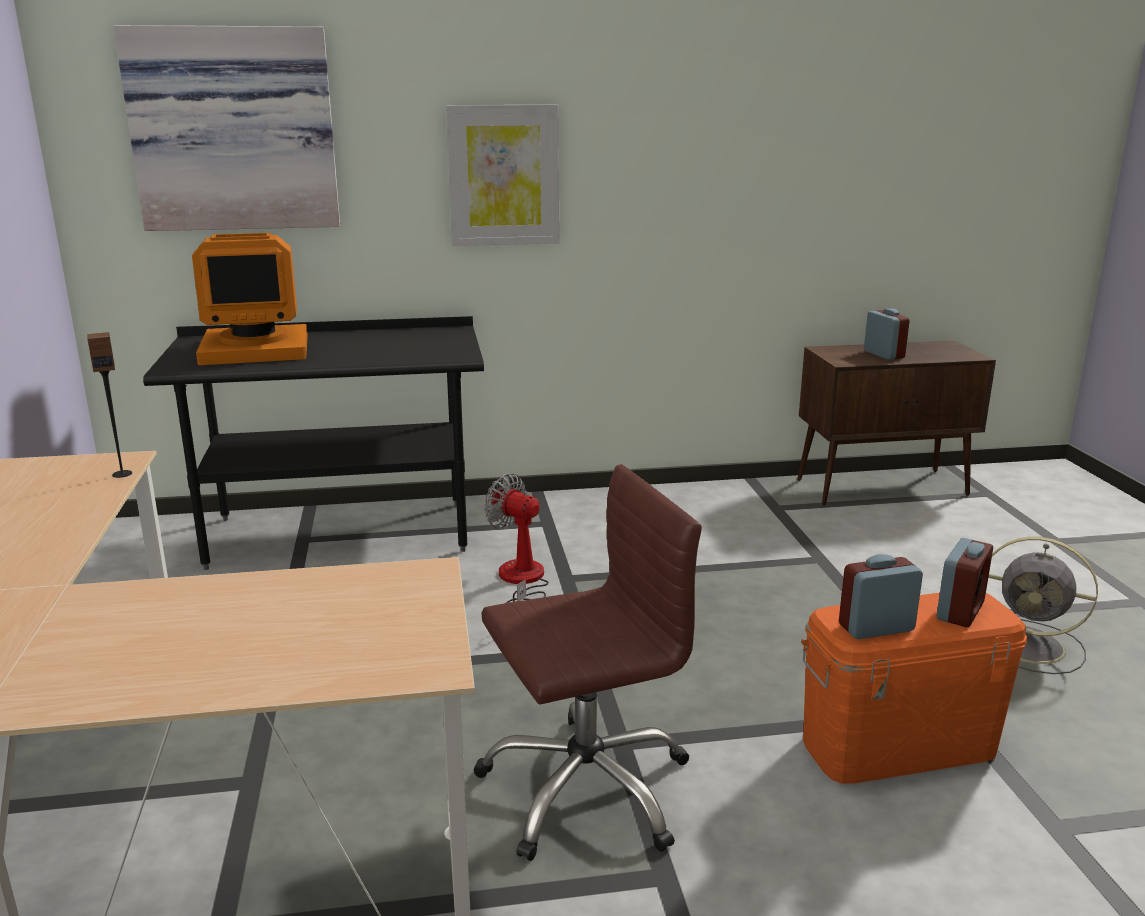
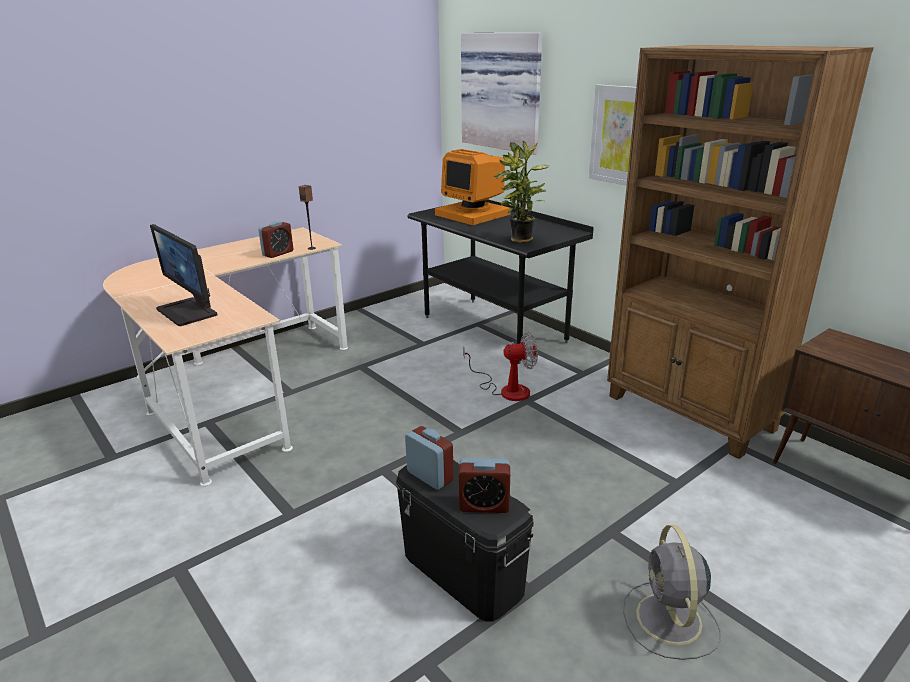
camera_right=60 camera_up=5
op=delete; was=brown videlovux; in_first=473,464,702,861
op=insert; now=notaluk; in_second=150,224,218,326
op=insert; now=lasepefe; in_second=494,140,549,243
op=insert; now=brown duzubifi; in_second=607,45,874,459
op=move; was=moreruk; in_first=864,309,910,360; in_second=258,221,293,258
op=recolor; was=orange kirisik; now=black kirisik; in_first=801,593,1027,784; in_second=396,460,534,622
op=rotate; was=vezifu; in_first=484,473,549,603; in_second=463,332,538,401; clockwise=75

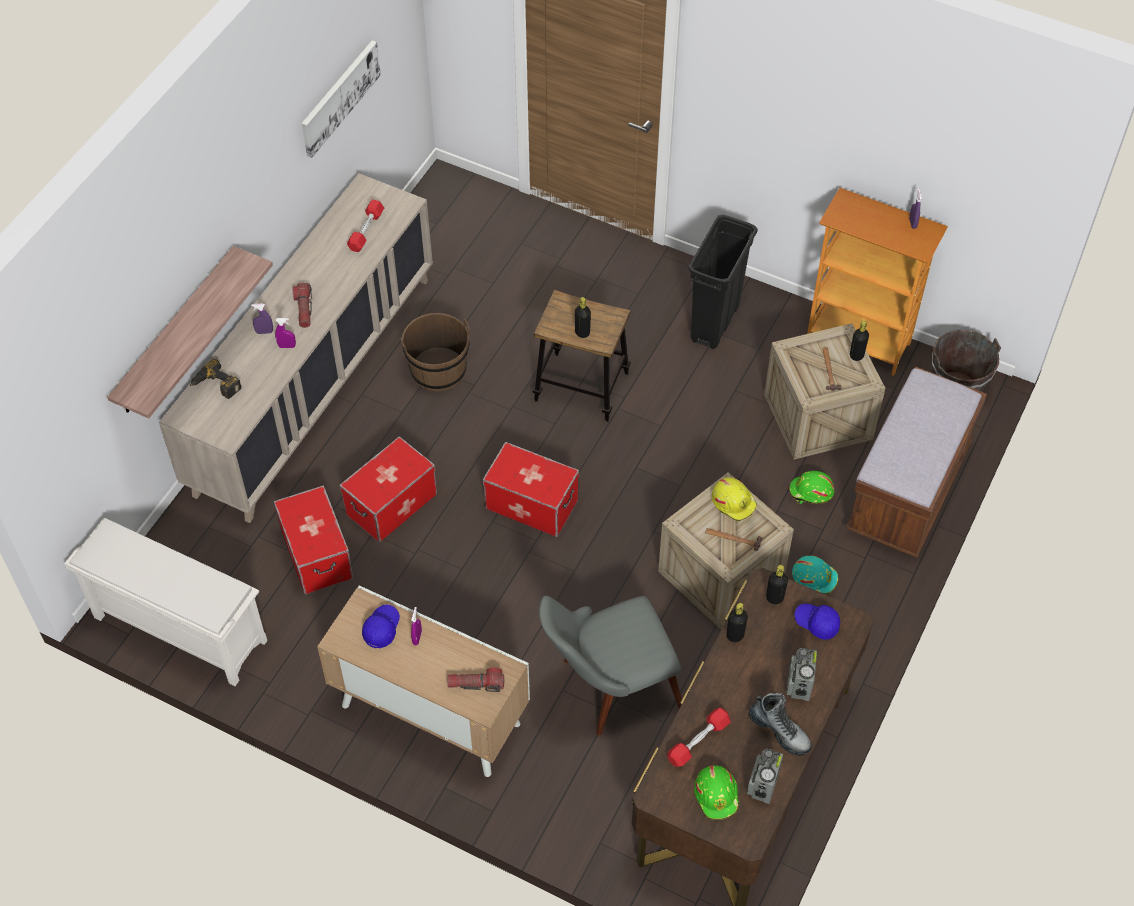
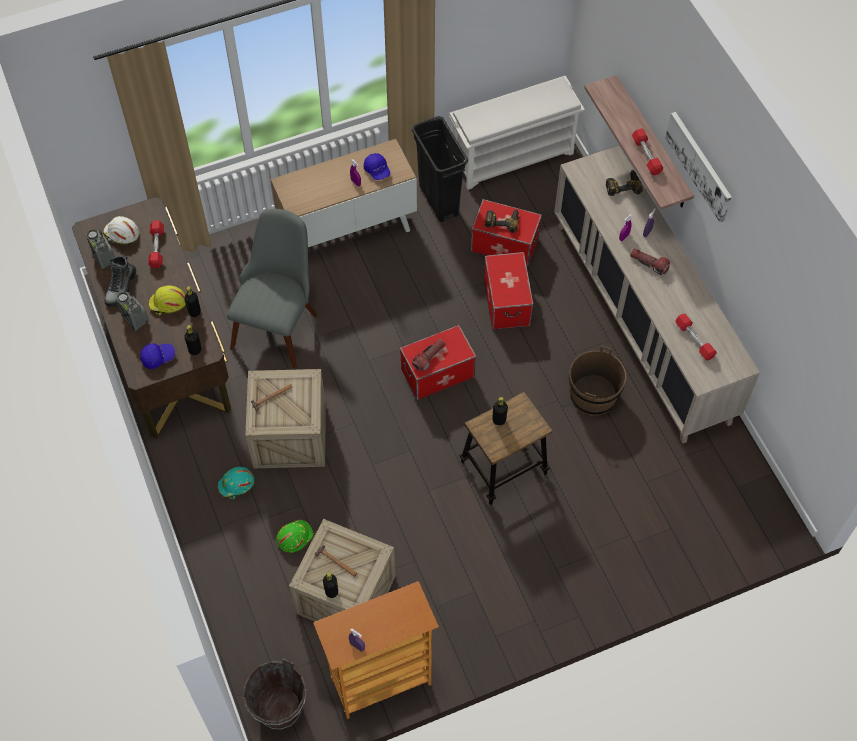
camera_right=130 camera_up=5
op=delete; was=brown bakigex; in_first=846,366,987,558
op=insert; now=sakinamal; in_second=485,209,519,233
op=insert; now=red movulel; in_second=632,128,663,175
op=move; was=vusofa; in_first=301,40,381,158; in_second=665,112,732,222
op=move; was=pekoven; in_first=447,667,504,692; in_second=412,339,445,371
op=move; was=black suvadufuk; in_first=688,215,758,349; in_second=412,116,468,222
op=move; was=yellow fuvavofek; in_first=712,477,757,521; in_second=148,286,186,315
op=recolor; was=green fuvavofek; now=white fuvavofek; in_first=694,765,740,820; in_second=103,216,139,245
op=rotate; was=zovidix; in_first=749,693,812,756; in_second=104,256,136,307; clockwise=-60

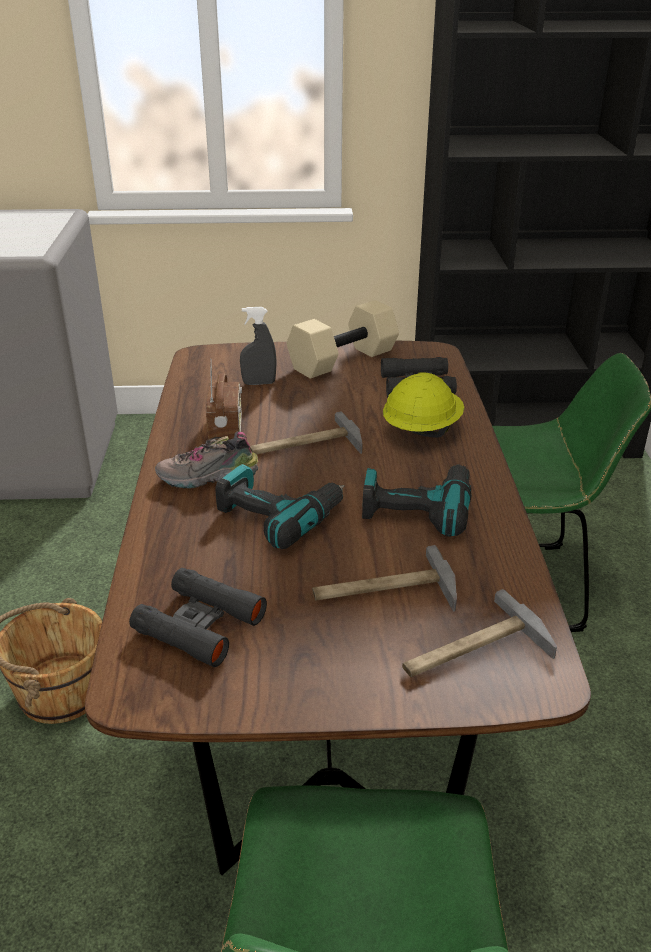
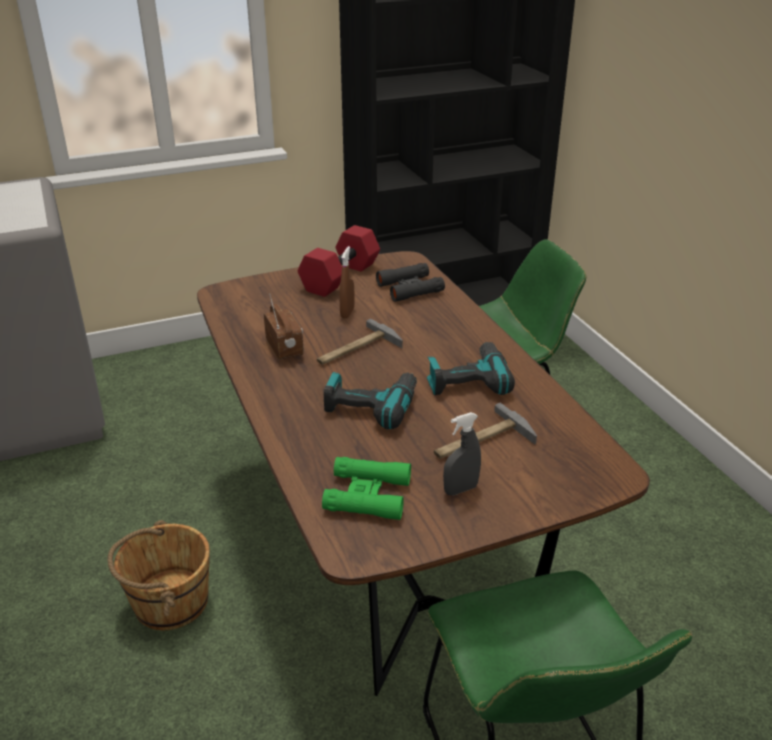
camera_right=-20 camera_up=0
op=delete; was=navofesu; in_first=155,432,258,489
op=delete; was=yellow fuvavofek; in_first=383,372,464,438
op=delete; was=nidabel; in_first=402,589,557,677
op=insert; now=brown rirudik; in_second=339,246,354,318
op=move; was=grey rirudik; in_first=240,307,276,385; in_second=443,412,481,495
op=recolor; was=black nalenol; now=green nalenol; in_first=129,568,267,667; in_second=322,457,411,520
op=recolor; was=beige movulel; now=red movulel; in_first=287,300,399,379; in_second=298,225,380,297

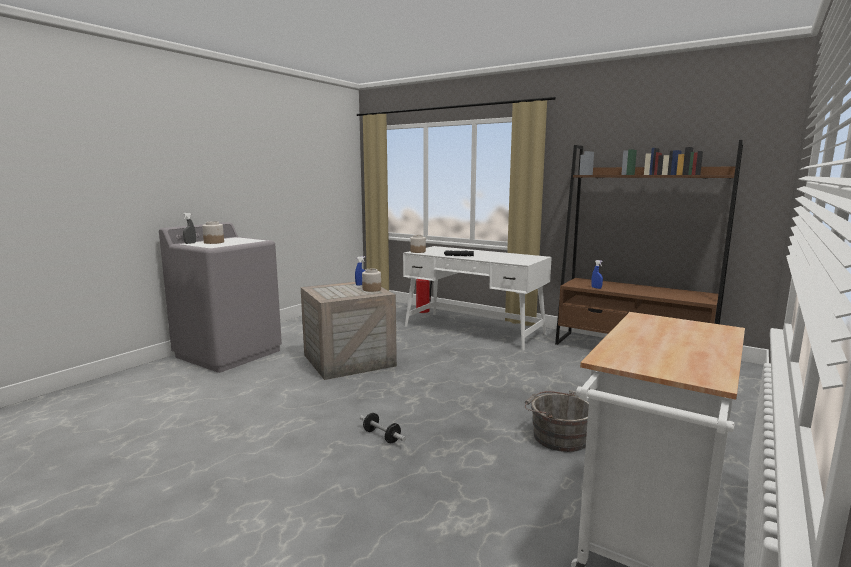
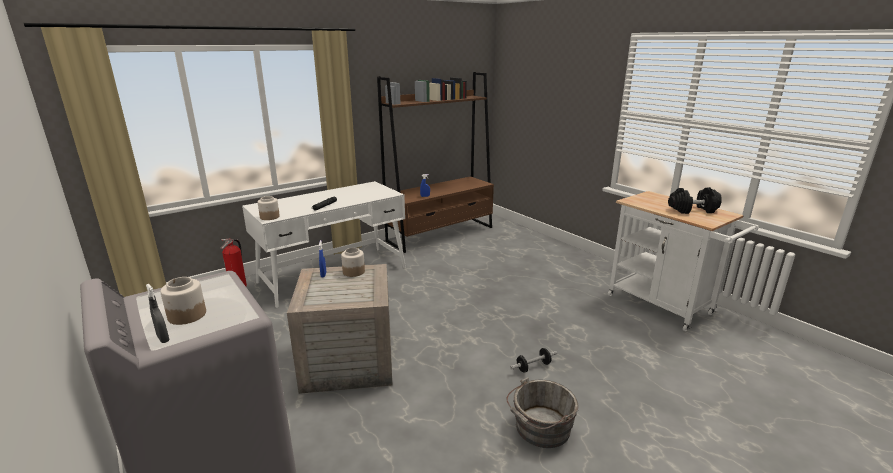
camera_right=-70 camera_up=10
op=insert; now=black movulel; in_second=668,187,722,214
op=move; was=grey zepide; in_first=525,390,589,452; in_second=506,377,578,448

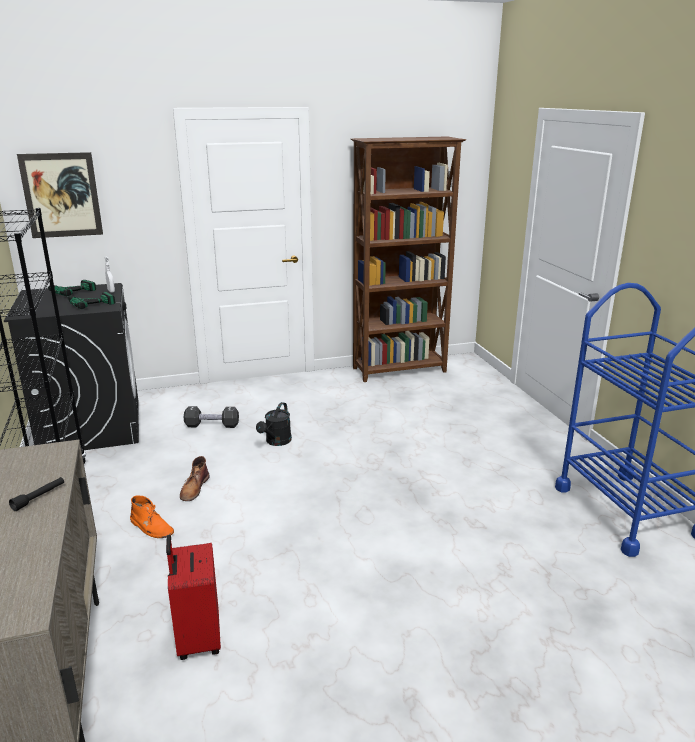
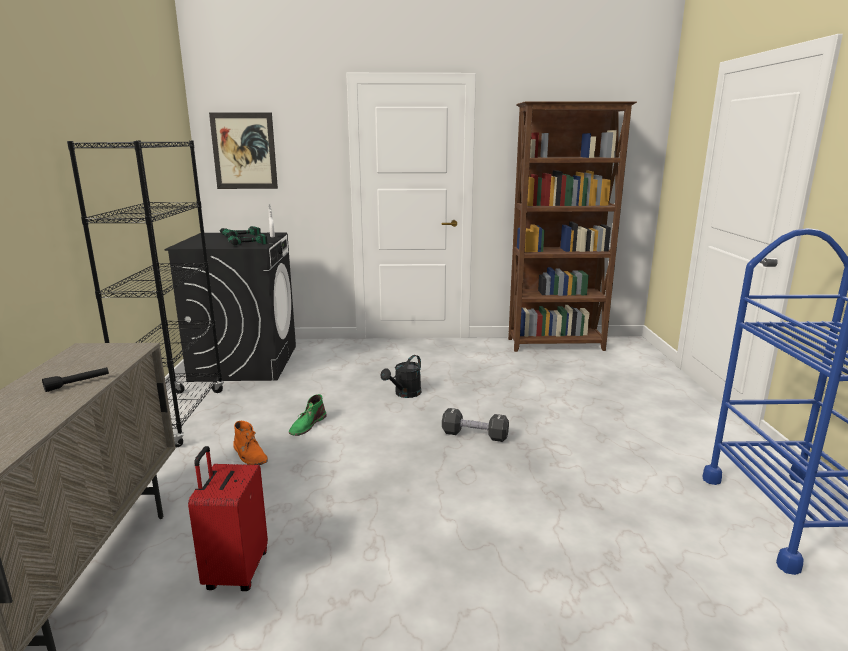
camera_right=15 camera_up=-5
op=move; was=black movulel; in_first=184,406,239,428; in_second=442,408,509,442
op=recolor; was=brown zovidix; now=green zovidix; in_first=180,456,210,501; in_second=289,394,327,436

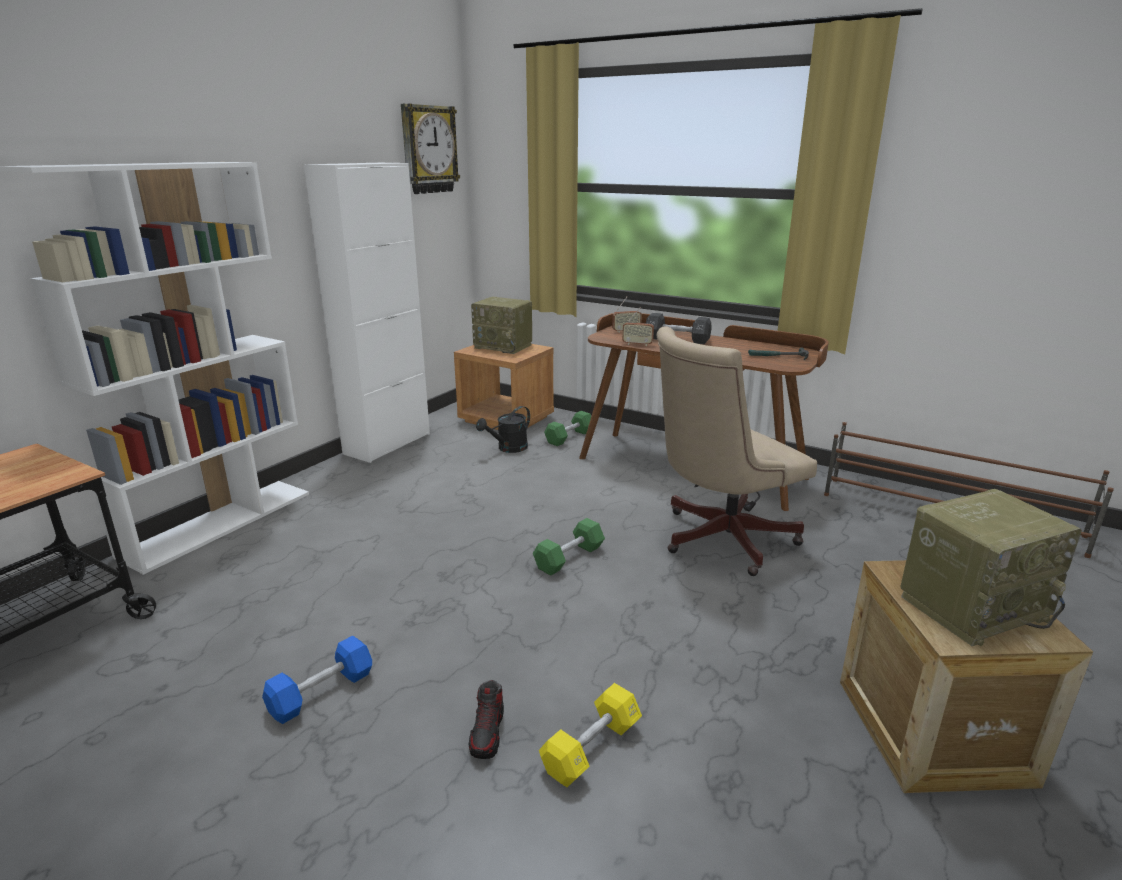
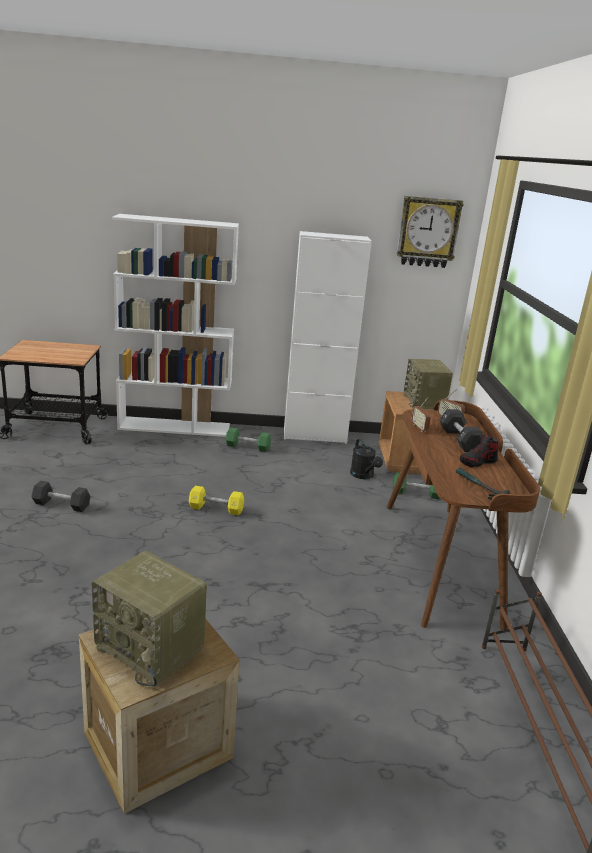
camera_right=55 camera_up=0
op=delete; was=beige videlovux; in_first=656,326,817,576
op=move; was=navofesu; in_first=468,680,504,759; in_second=460,434,498,467
op=move; was=green movulel; in_first=533,518,605,576; in_second=225,428,271,452
op=move; was=yellow movulel; in_first=539,683,642,787; in_second=189,486,244,516
op=recolor; was=blue movulel; now=black movulel; in_first=262,635,372,724; in_second=32,481,90,512
op=rotate; was=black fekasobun; in_first=476,406,530,453; in_second=350,439,383,479; clockwise=-120

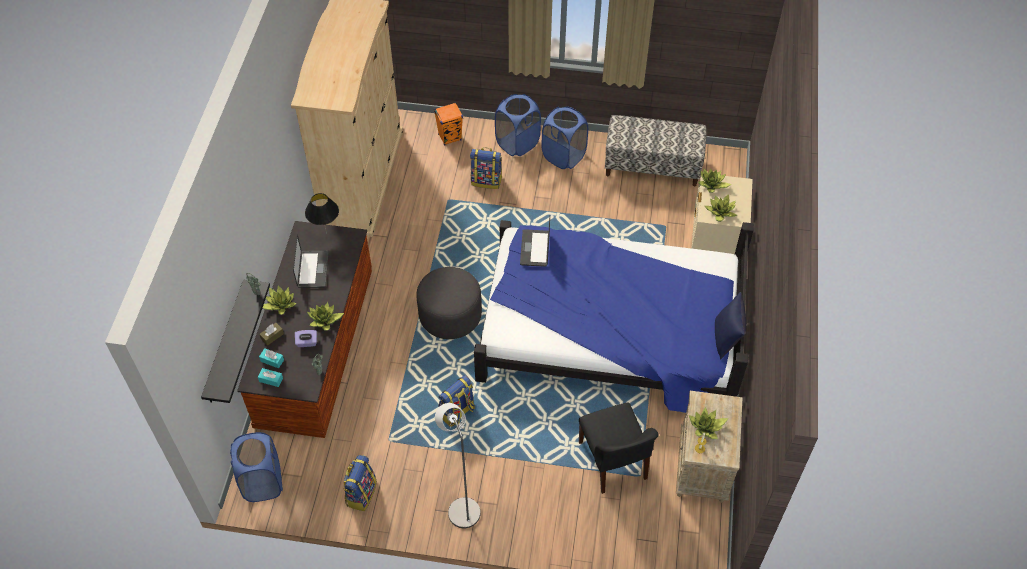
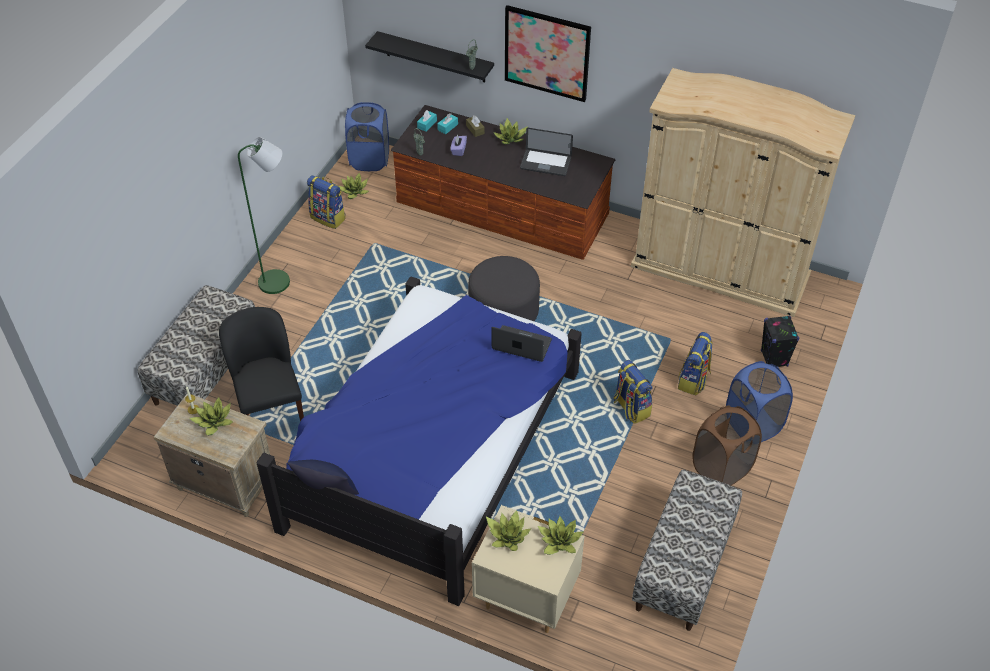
camera_right=105 camera_up=-5
op=delete; was=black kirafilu; in_first=305,193,339,234
op=insert; now=bakigex; in_second=137,285,255,406
op=insert; now=vusofa; in_second=505,5,591,102
op=move; was=lasepefe; in_first=307,302,344,331; in_second=338,173,369,199
op=move; was=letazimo; in_first=438,375,475,427; in_second=613,360,653,424
op=recolor; was=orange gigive; now=black gigive; in_first=434,102,463,146; in_second=761,316,799,367
op=recolor; was=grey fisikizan; now=green fisikizan; in_first=435,403,481,528; in_second=238,137,290,294
op=recolor; was=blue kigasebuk; now=brown kigasebuk; in_first=541,106,588,169; in_second=692,406,762,486
op=rotate; was=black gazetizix; in_first=579,402,659,494; in_second=219,307,304,421; clockwise=75

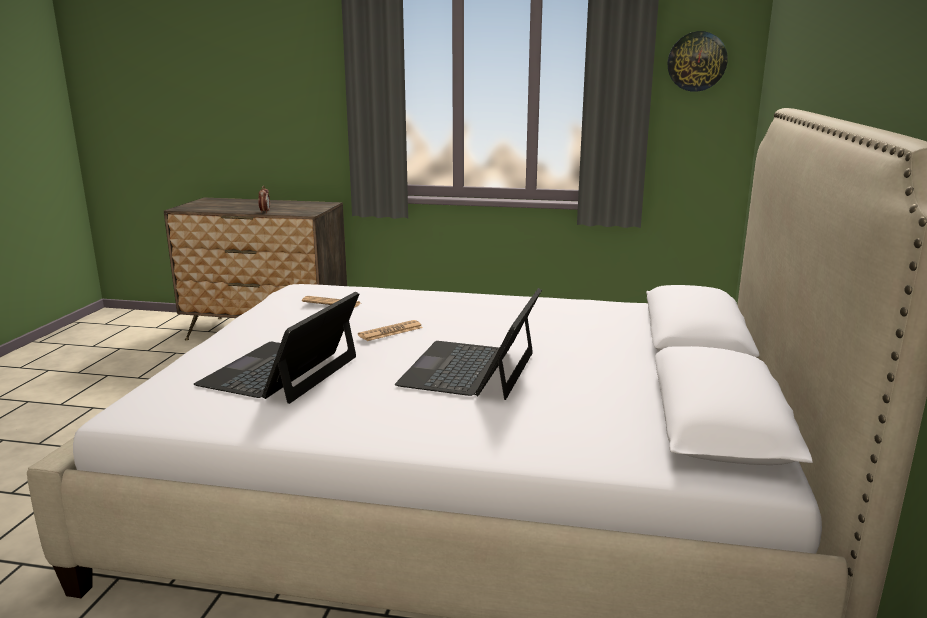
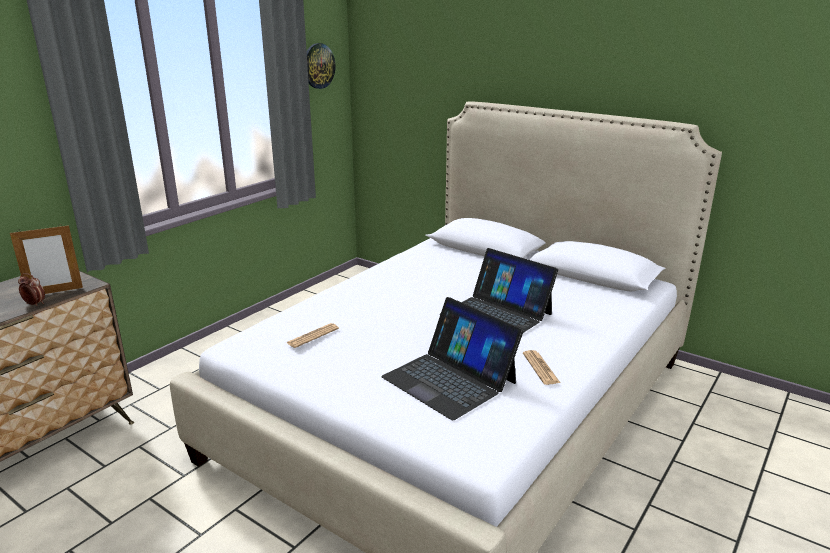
camera_right=-65 camera_up=5
op=insert; now=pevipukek; in_second=10,225,83,294
op=move; was=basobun; in_first=358,320,423,341; in_second=523,350,560,385

